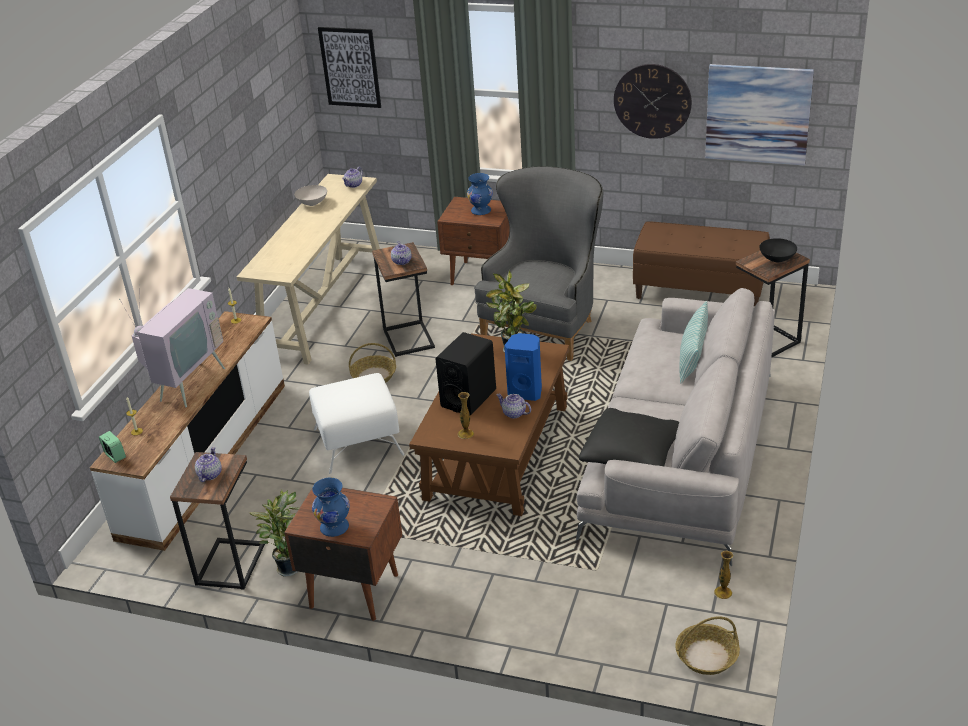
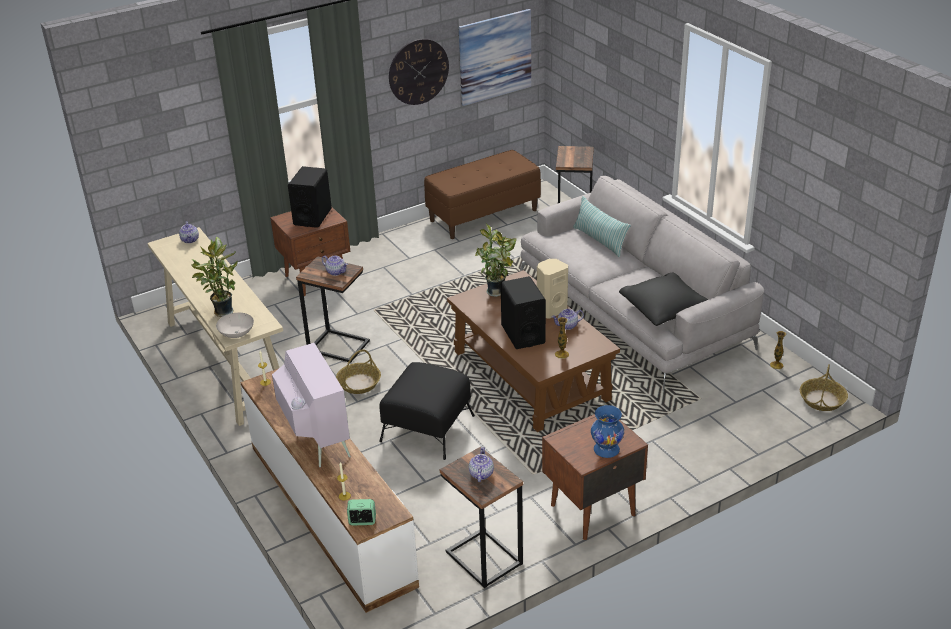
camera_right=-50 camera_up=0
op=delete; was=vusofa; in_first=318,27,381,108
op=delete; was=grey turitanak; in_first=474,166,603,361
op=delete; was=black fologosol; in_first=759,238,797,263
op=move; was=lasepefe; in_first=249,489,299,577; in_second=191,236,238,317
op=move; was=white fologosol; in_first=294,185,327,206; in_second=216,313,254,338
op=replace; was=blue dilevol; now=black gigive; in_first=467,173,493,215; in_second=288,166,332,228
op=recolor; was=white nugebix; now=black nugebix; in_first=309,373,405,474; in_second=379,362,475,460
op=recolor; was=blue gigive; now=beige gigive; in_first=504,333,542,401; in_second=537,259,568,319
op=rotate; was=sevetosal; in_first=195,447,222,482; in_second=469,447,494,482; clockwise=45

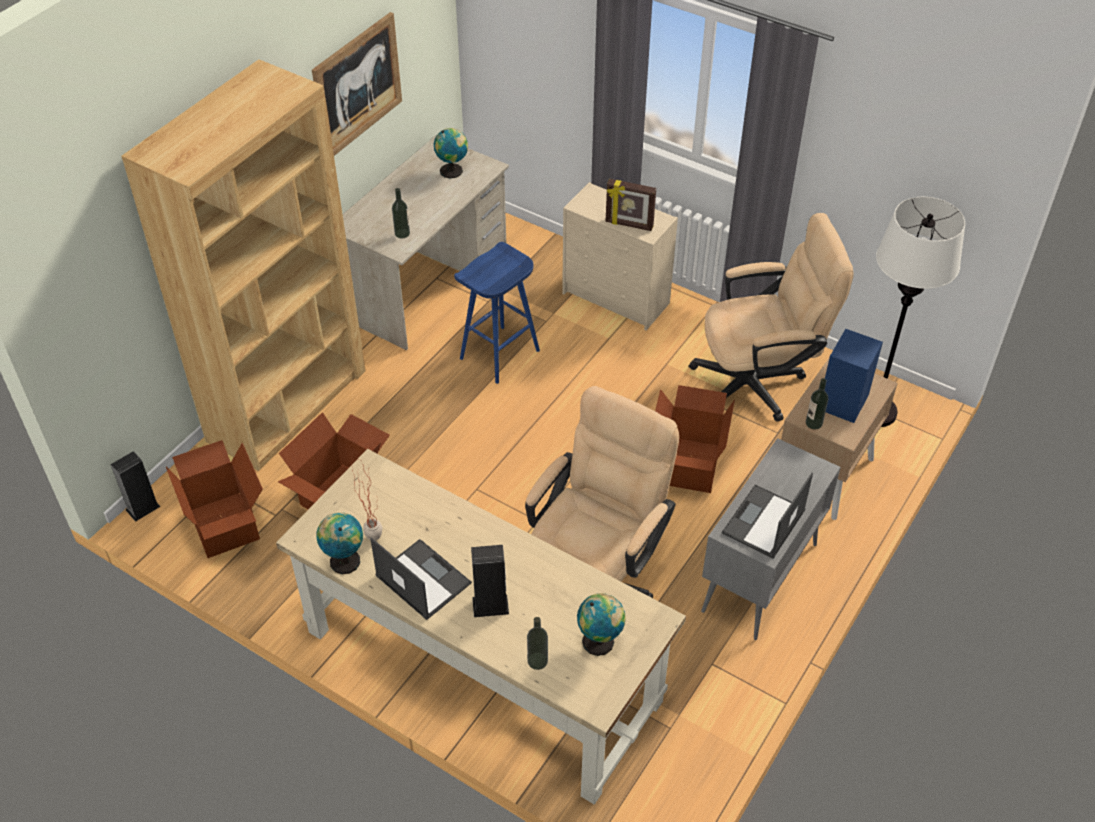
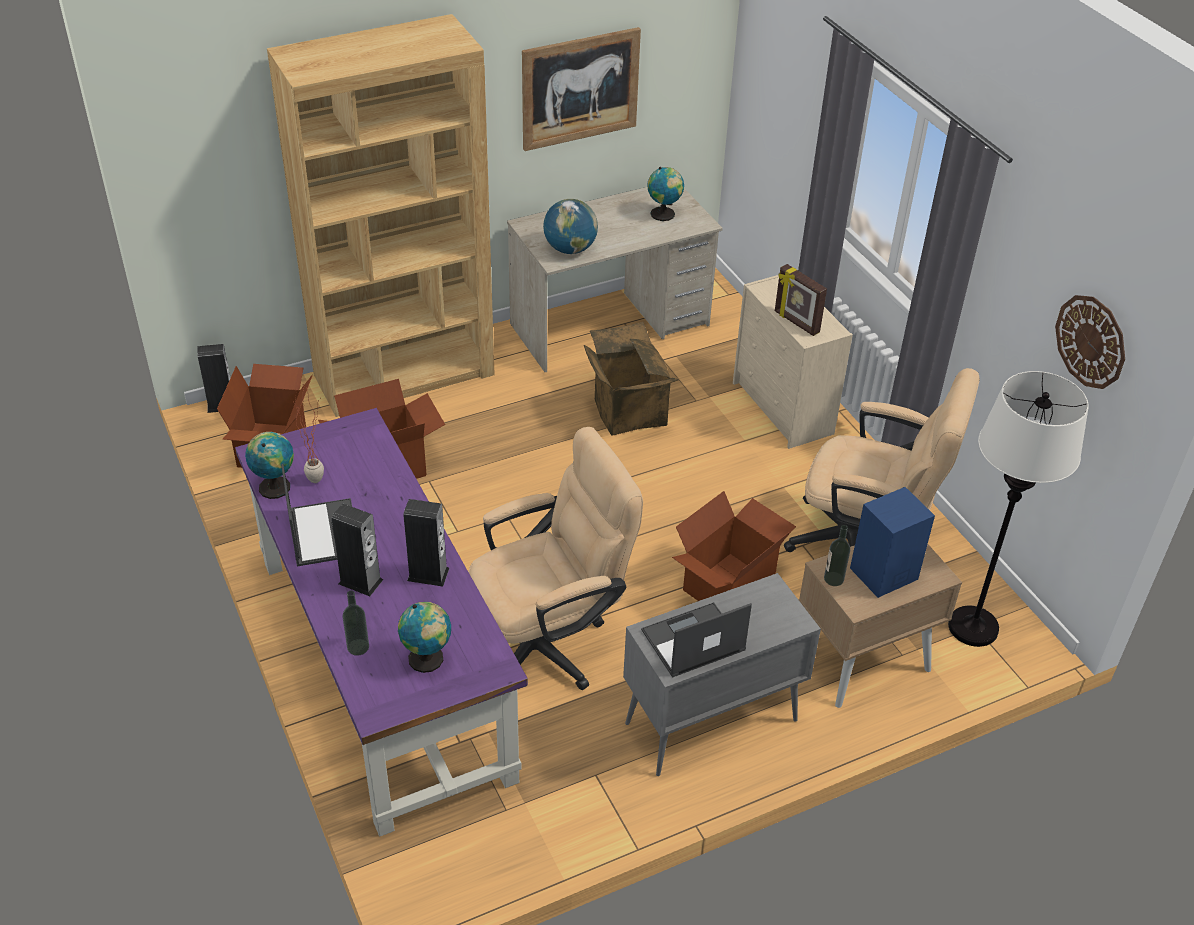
camera_right=30 camera_up=-5
op=insert; now=gigive; in_second=404,499,449,586
op=insert; now=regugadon; in_second=1055,295,1125,389
op=replace; was=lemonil; now=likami; in_first=392,188,410,239; in_second=543,199,598,254
op=replace; was=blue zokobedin; now=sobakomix; in_first=454,242,540,384; in_second=584,322,679,436
op=recolor; was=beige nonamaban; now=purple nonamaban; in_first=276,449,686,805; in_second=235,408,528,837

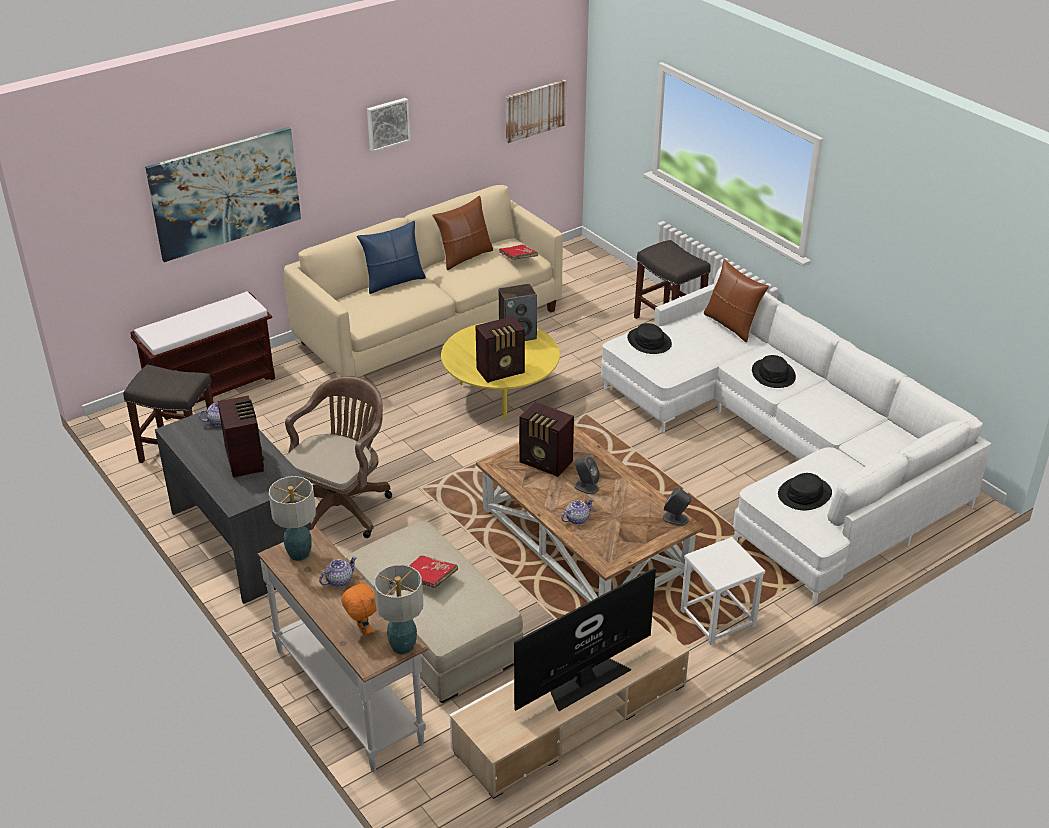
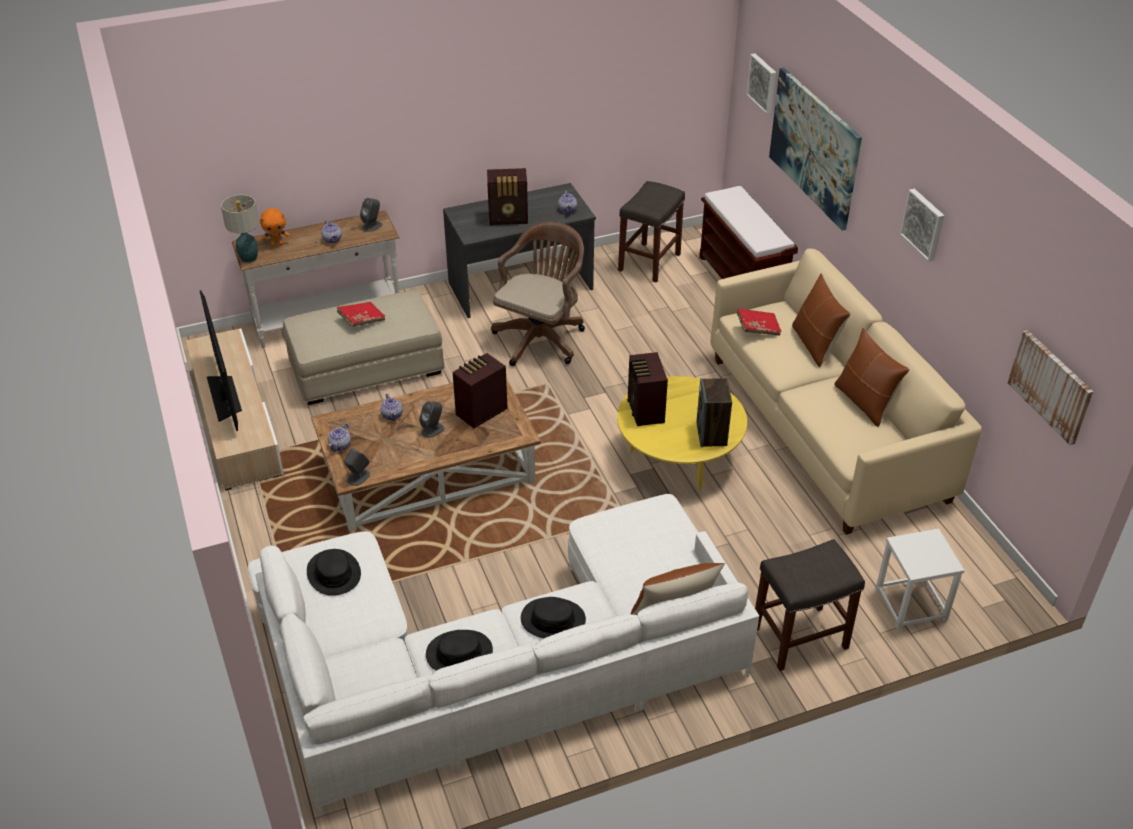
camera_right=105 camera_up=5
op=insert; now=sevetosal; in_second=328,423,351,452
op=insert; now=vusofa; in_second=746,53,776,114
op=move; was=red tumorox; in_first=499,244,538,260; in_second=736,308,781,336
op=move; was=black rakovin; in_first=627,323,672,354; in_second=426,630,493,671
op=move; was=white zokobedin; in_first=680,537,765,645; in_second=876,529,965,630
op=replace; was=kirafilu; now=grey gigive; in_first=269,476,316,561; in_second=360,198,383,232
op=recolor; was=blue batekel; now=brown batekel; in_first=357,221,426,294; in_second=792,273,850,367
op=rotate; was=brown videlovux; in_first=285,376,392,538; in_second=491,222,585,366; clockwise=-105

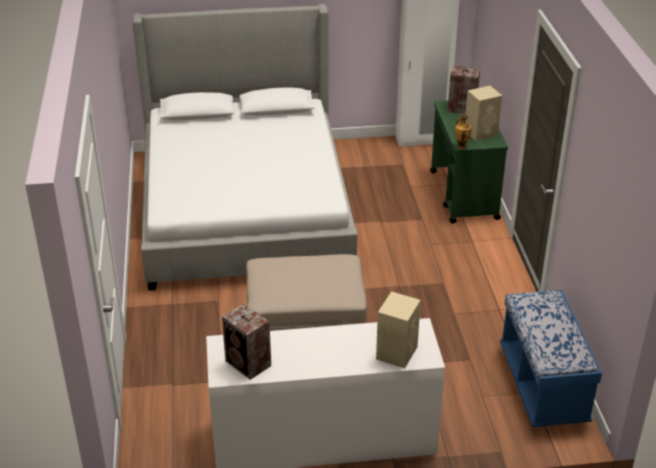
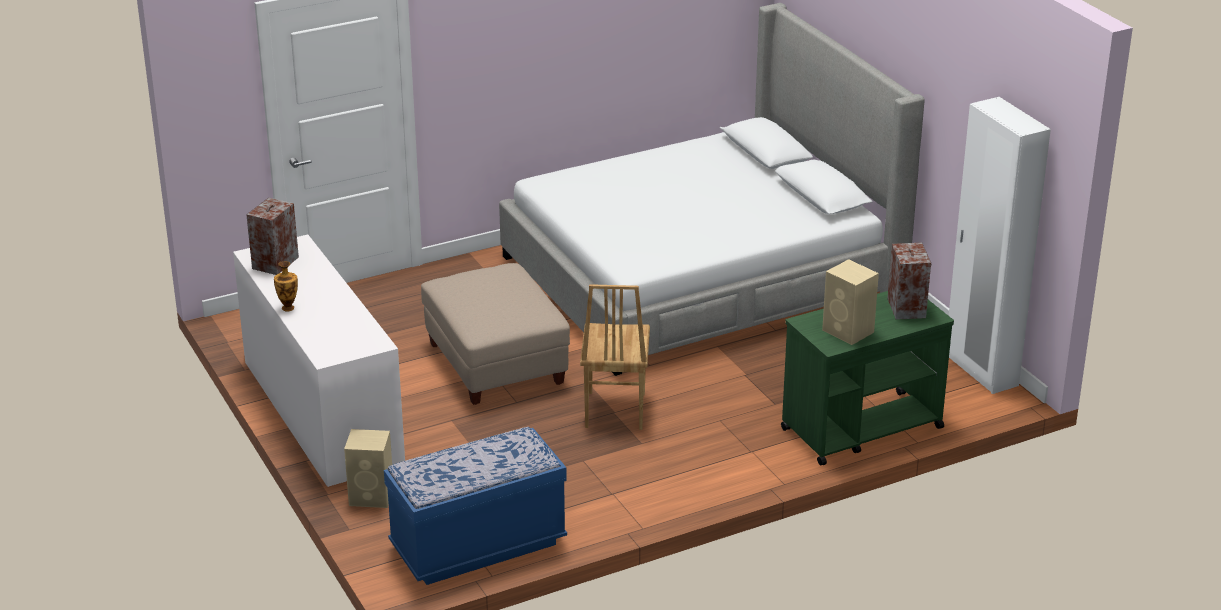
camera_right=70 camera_up=-5
op=insert; now=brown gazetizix; in_second=580,284,650,430
op=move; was=beige gigive; in_first=376,292,421,368; in_second=344,429,392,508
op=move; was=dilevol; in_first=455,115,471,150; in_second=274,261,298,311

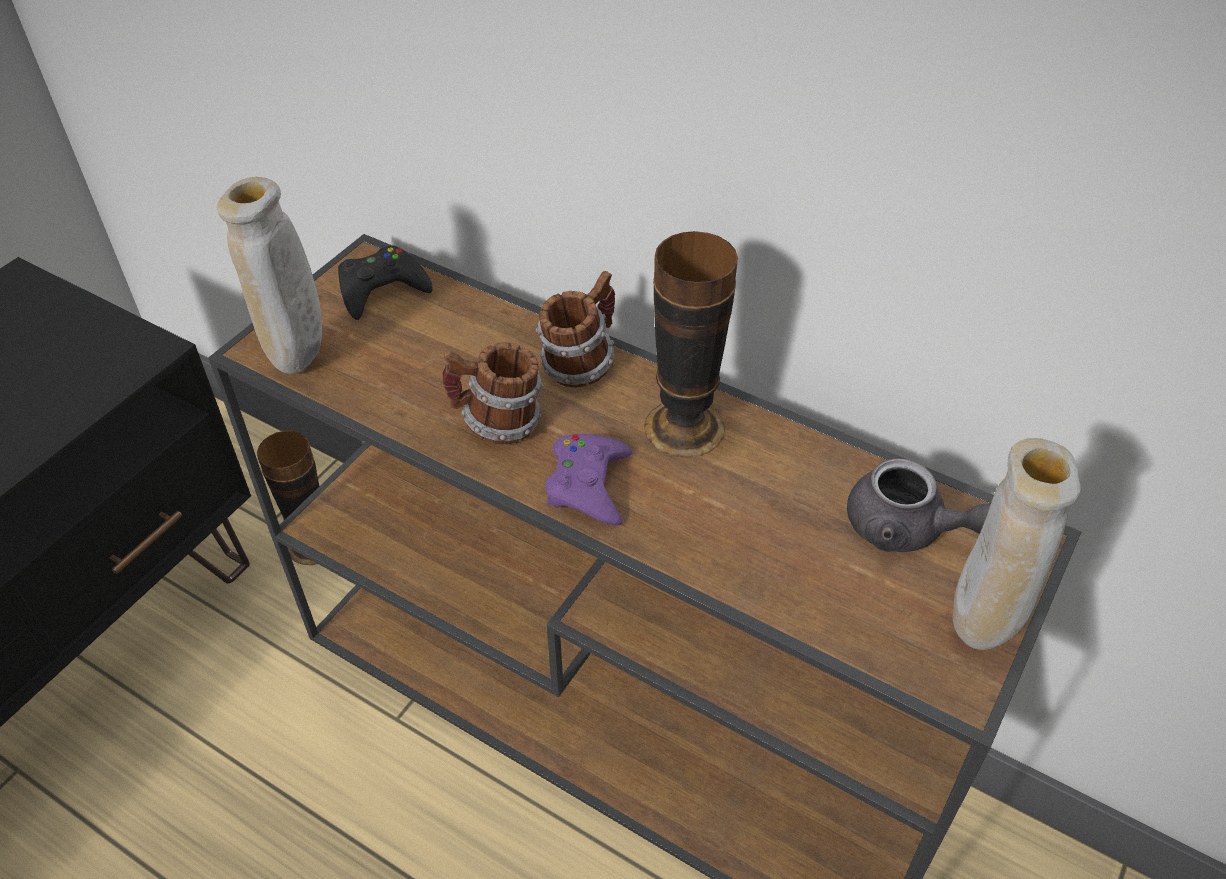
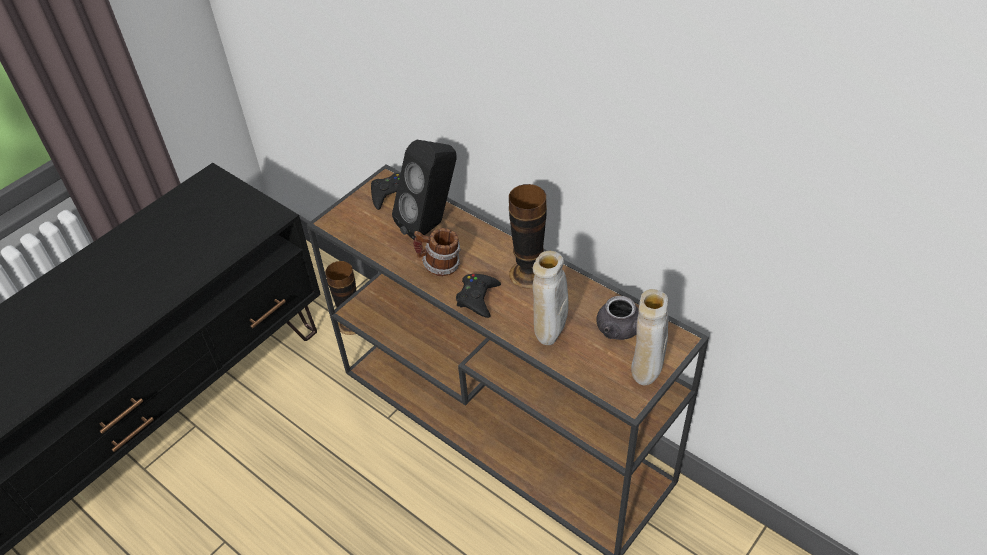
camera_right=10 camera_up=0
op=delete; was=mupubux; in_first=536,271,615,388
op=insert; now=black gigive; in_second=392,140,457,240
op=move; was=beige dilevol; in_first=217,177,322,374; in_second=532,251,568,345
op=recolor; was=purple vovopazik; now=black vovopazik; in_first=545,434,632,525; in_second=456,274,501,318

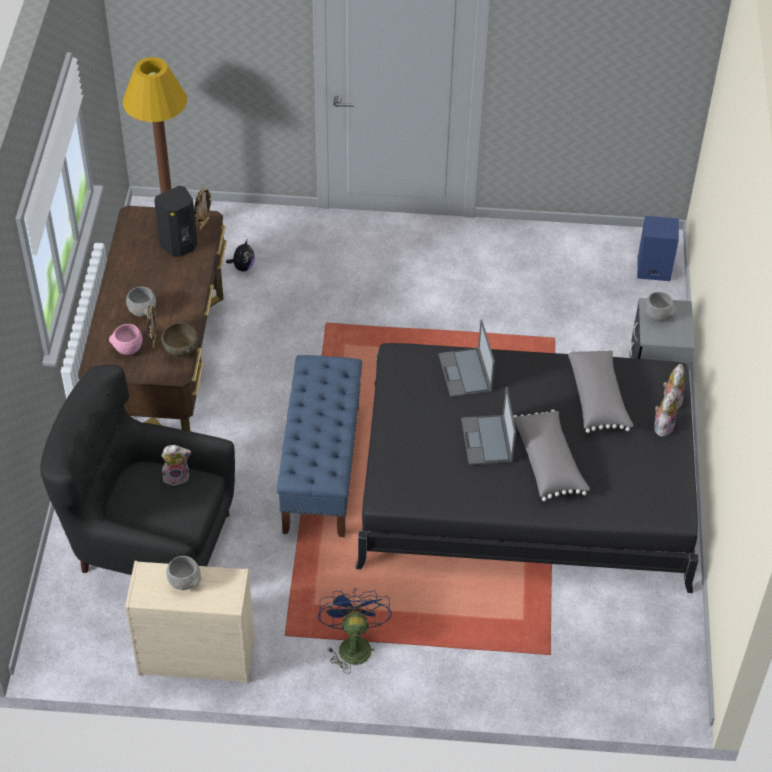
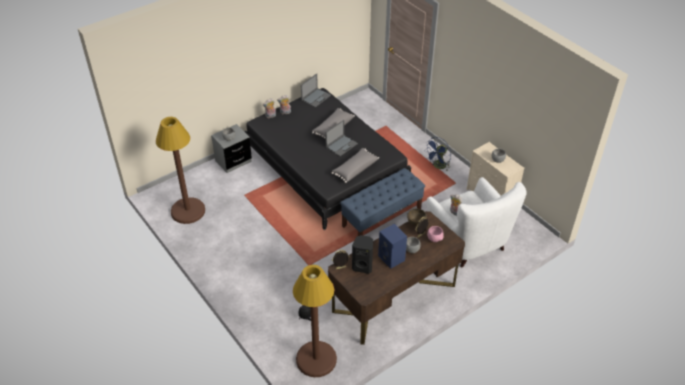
camera_right=-130 camera_up=-5
op=insert; now=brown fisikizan; in_second=156,117,205,224
op=move; was=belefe; in_first=438,319,495,397; in_second=301,74,331,107
op=move; was=grey batekel; in_first=568,349,634,433; in_second=332,148,379,183
op=move; was=blue gigive; in_first=637,216,679,281; in_second=378,224,407,269
op=recolor; was=black turitanak; now=white turitanak; in_first=40,365,235,575; in_second=427,177,527,267

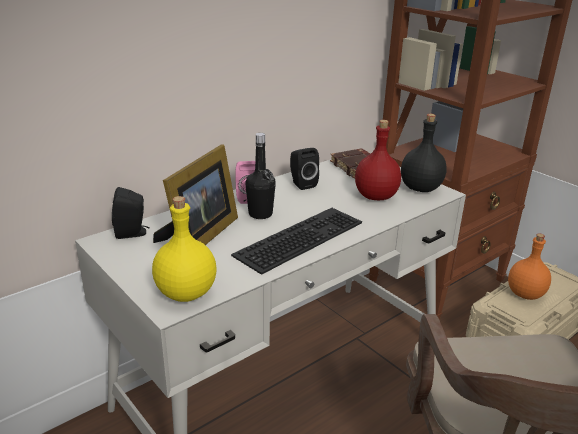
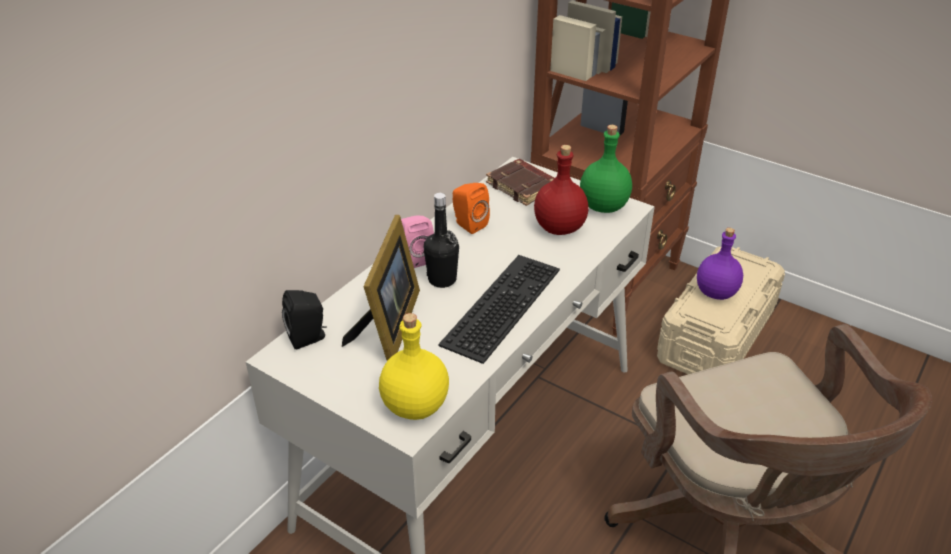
camera_right=-15 camera_up=10
op=recolor; was=black gigive; now=orange gigive; in_first=290,148,319,190; in_second=453,183,490,234
op=recolor; was=black lemonil; now=green lemonil; in_first=401,114,447,192; in_second=580,125,632,213
op=recolor; was=orange lemonil; now=purple lemonil; in_first=508,233,551,300; in_second=697,228,743,300

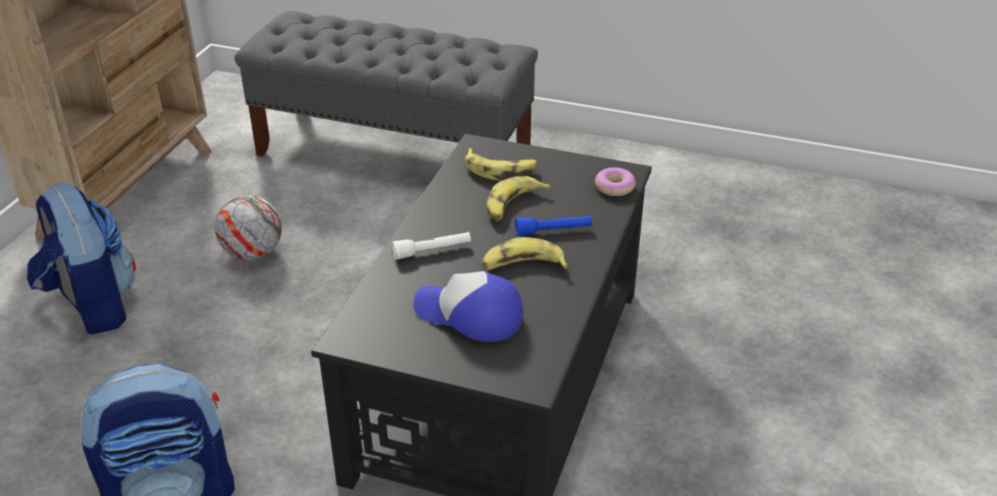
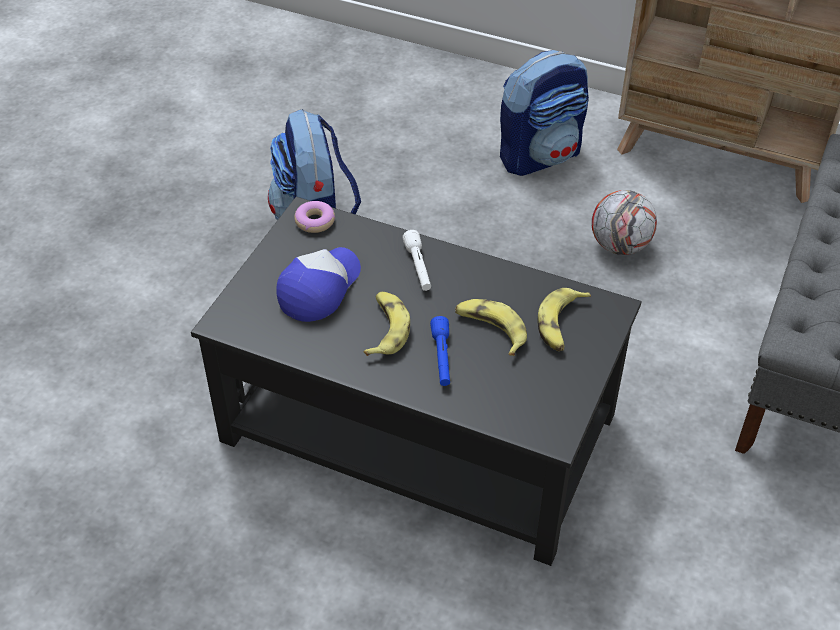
camera_right=95 camera_up=10
op=move; was=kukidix; in_first=594,168,636,196; in_second=294,201,335,233

